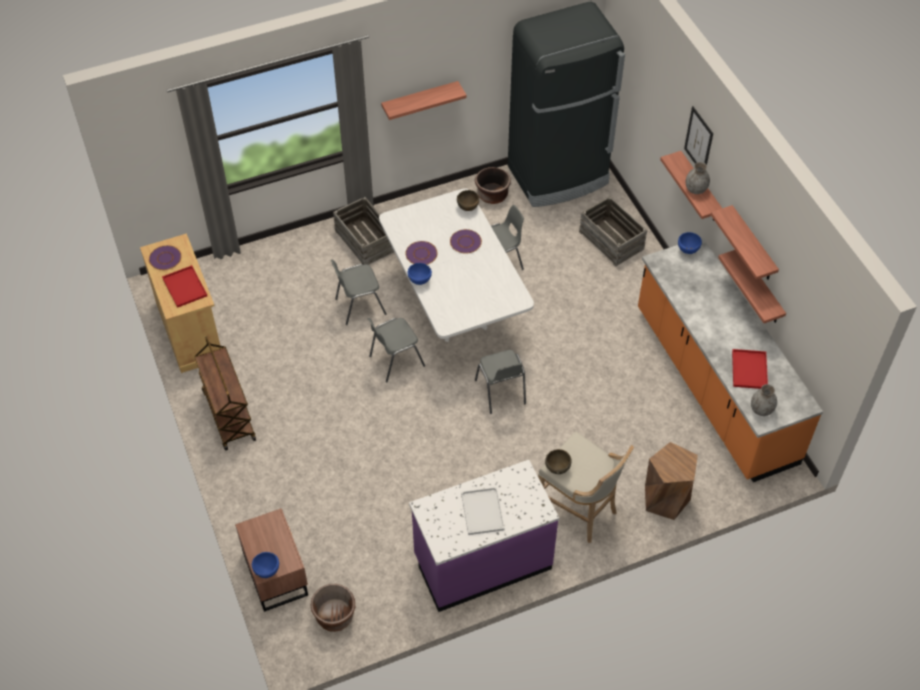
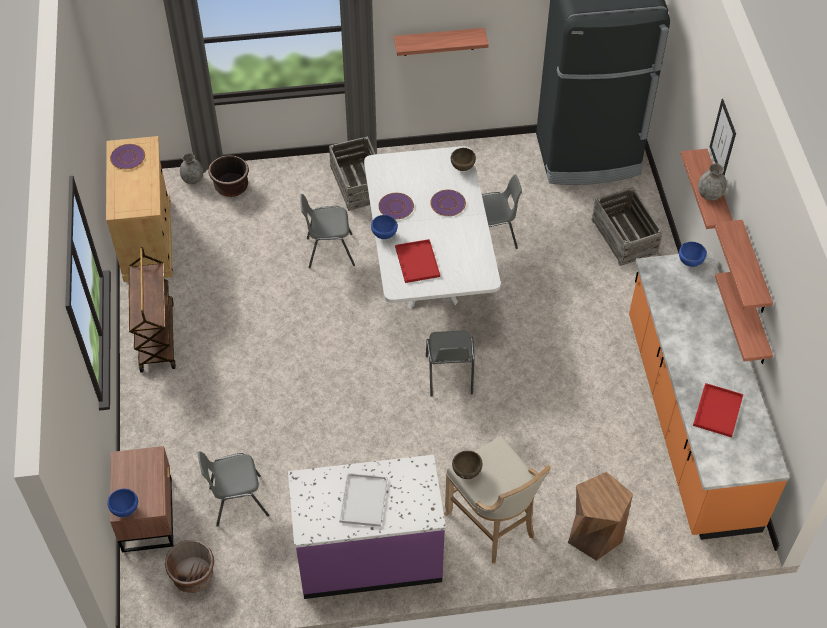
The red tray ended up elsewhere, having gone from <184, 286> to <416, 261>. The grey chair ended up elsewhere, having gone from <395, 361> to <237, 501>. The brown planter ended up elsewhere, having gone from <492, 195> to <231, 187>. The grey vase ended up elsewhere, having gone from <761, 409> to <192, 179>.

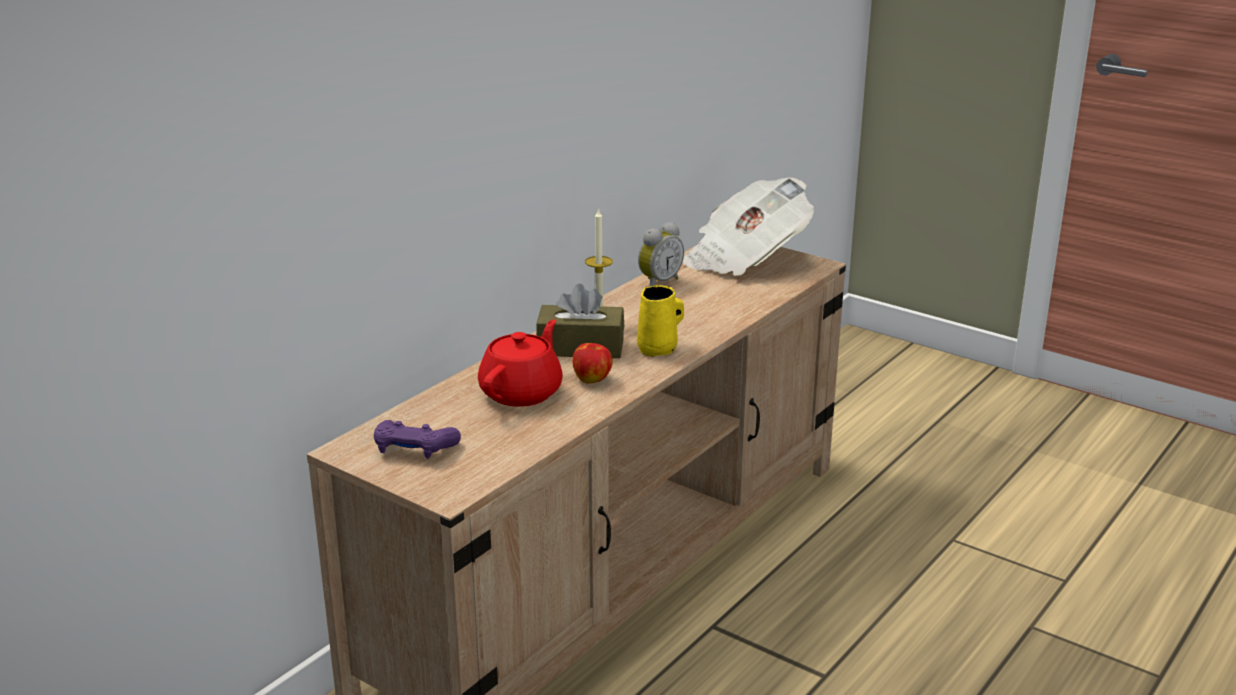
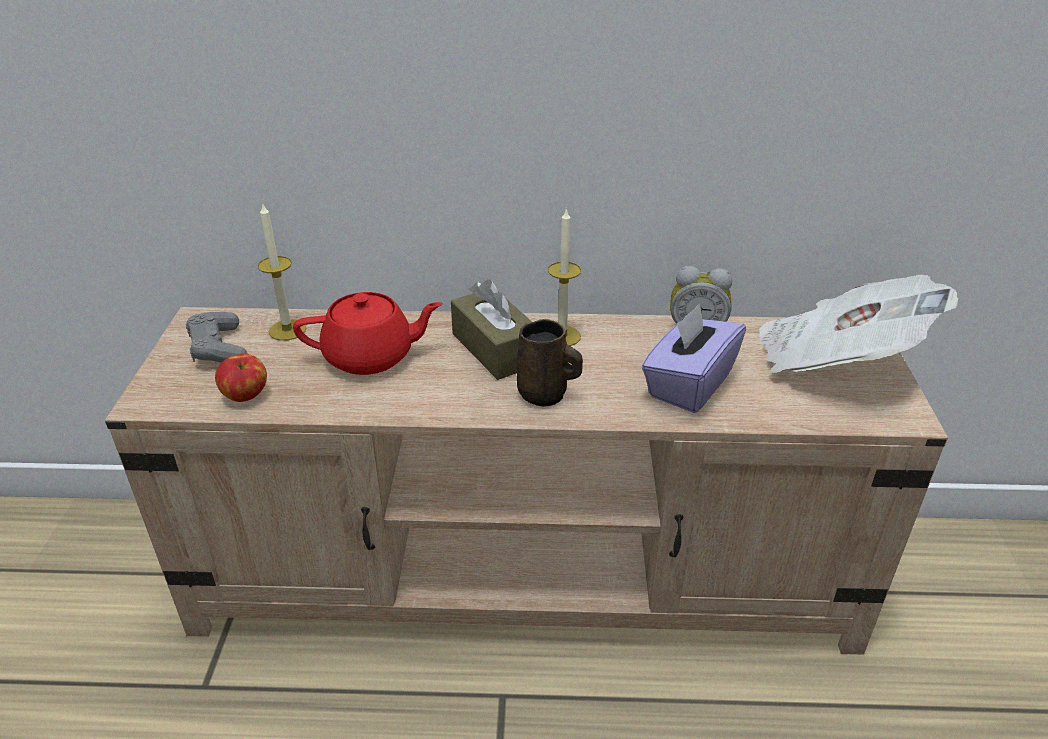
The second view gained the candle at <287, 330>. The second view gained the purple tissue box at <688, 384>. The apple ended up elsewhere, having gone from <592, 379> to <246, 396>. What was the purple game controller at <414, 449> turned into the grey game controller at <219, 349>. What was the yellow mug at <659, 349> turned into the brown mug at <545, 395>.

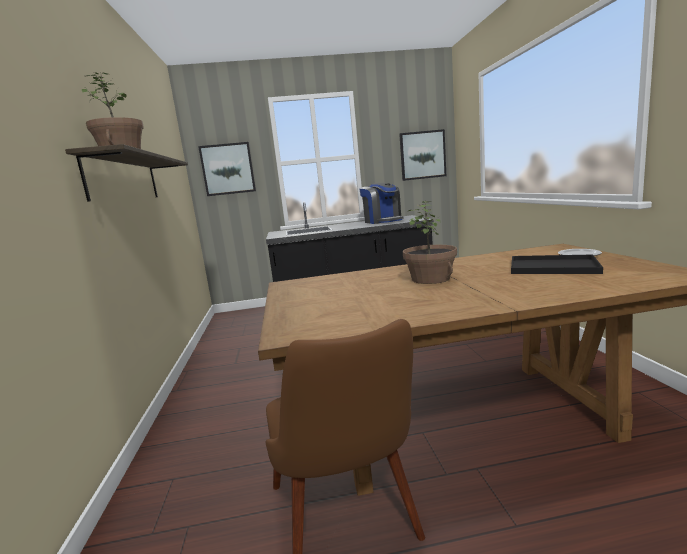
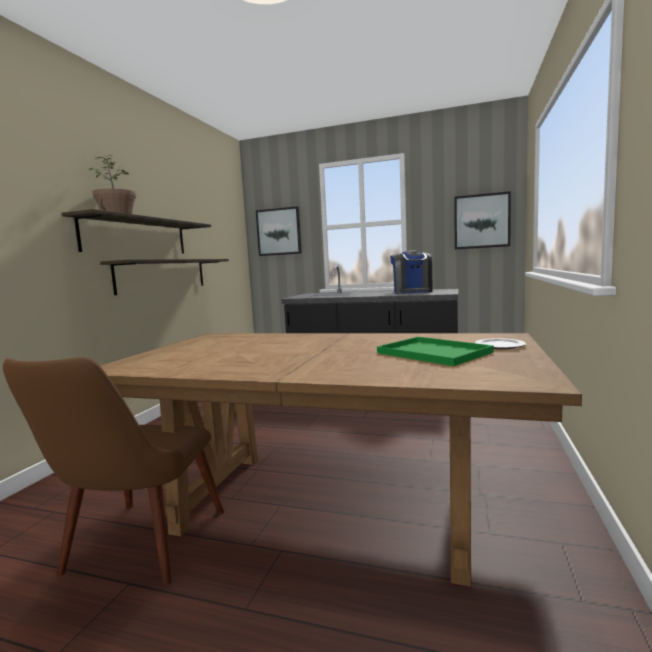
The second view lost the potted plant at <431, 279>. The second view gained the shelf at <163, 275>. What was the black tray at <551, 267> turned into the green tray at <431, 352>.

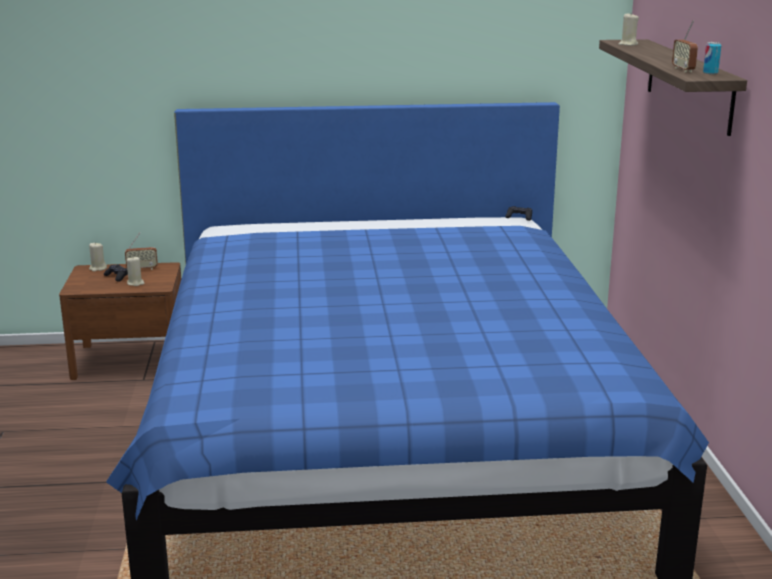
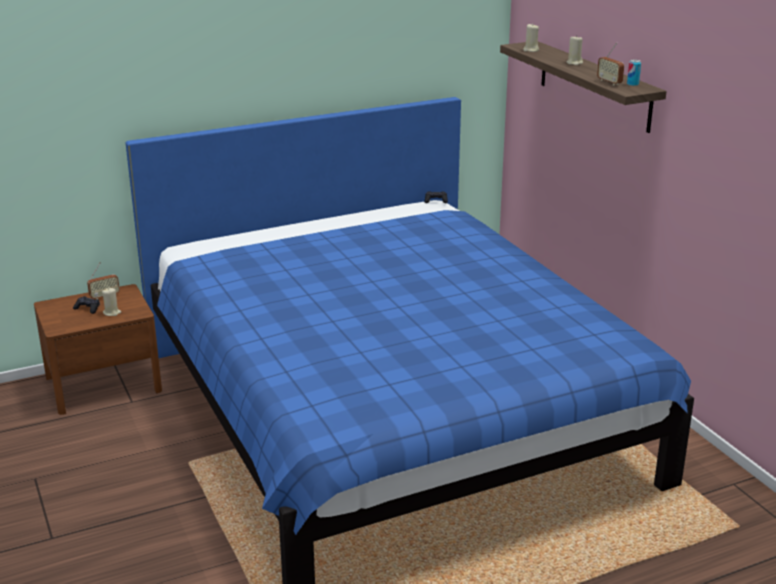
The beige candle ended up elsewhere, having gone from <98, 268> to <574, 63>.

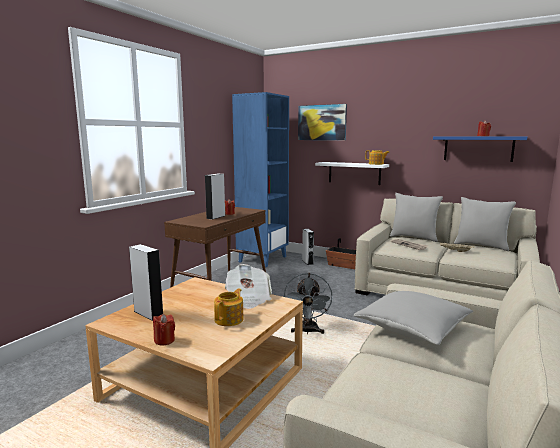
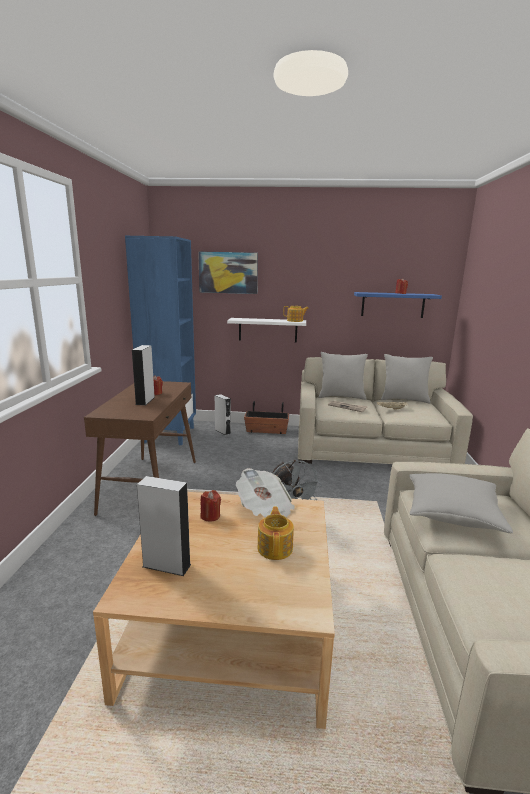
The red candle ended up elsewhere, having gone from <164, 340> to <210, 516>.

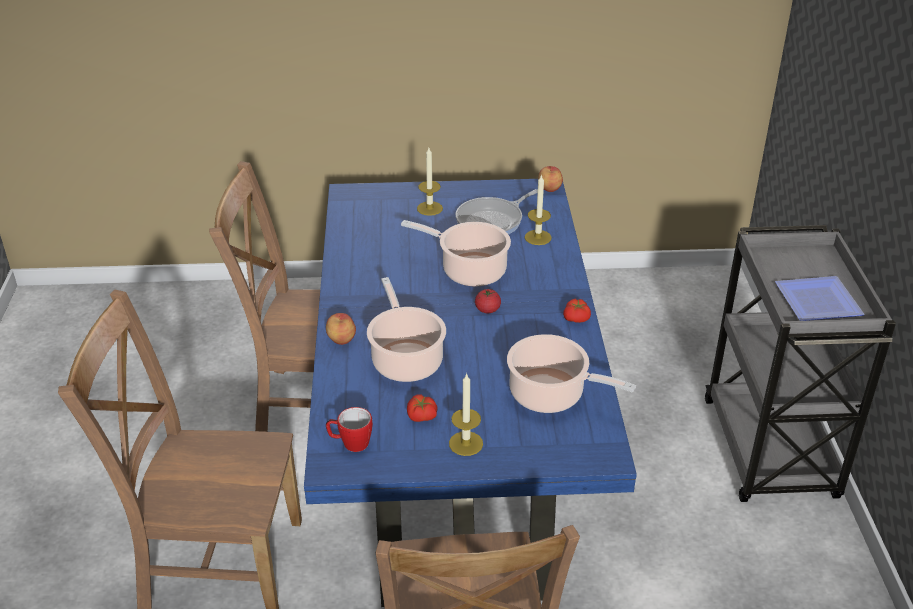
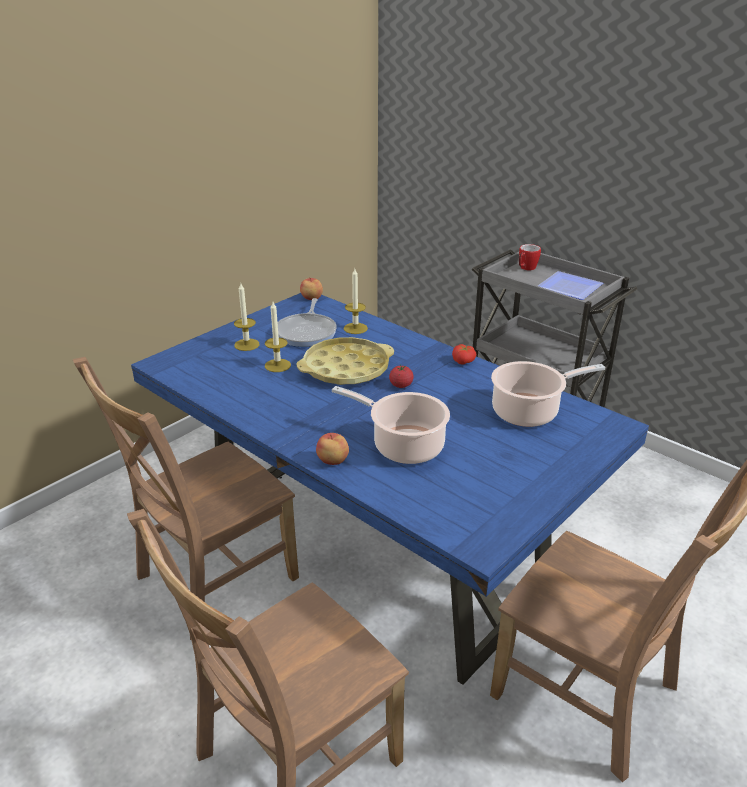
The second view lost the tomato at <421, 416>. The mug ended up elsewhere, having gone from <350, 443> to <526, 268>. The candle ended up elsewhere, having gone from <466, 443> to <277, 365>. Where the cooking pot stood at <469, 270>, the yellow tray came to stand at <346, 368>.

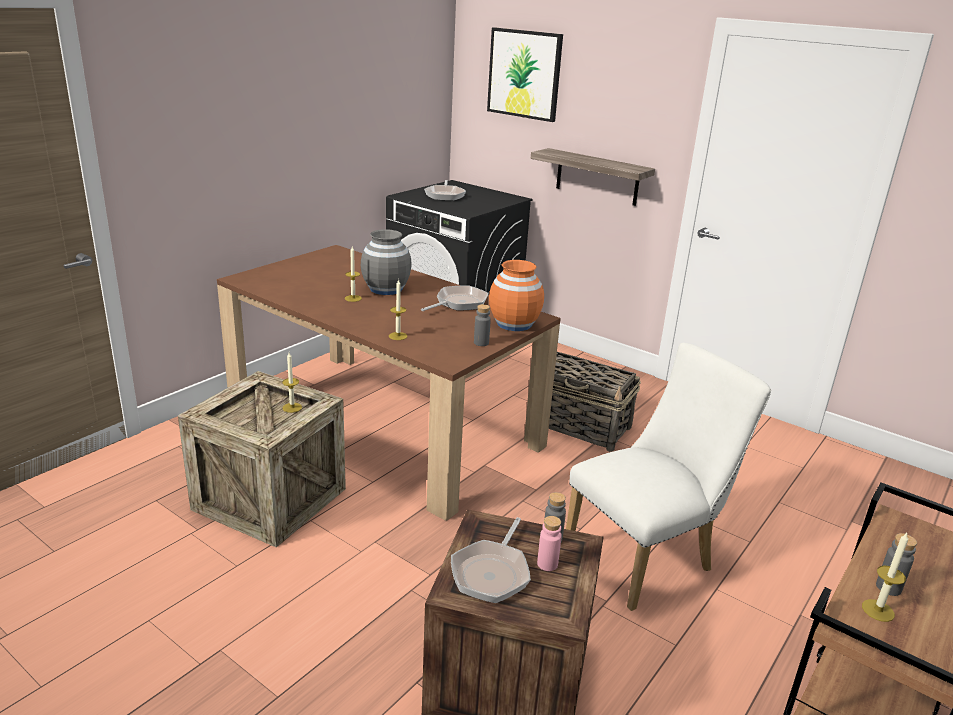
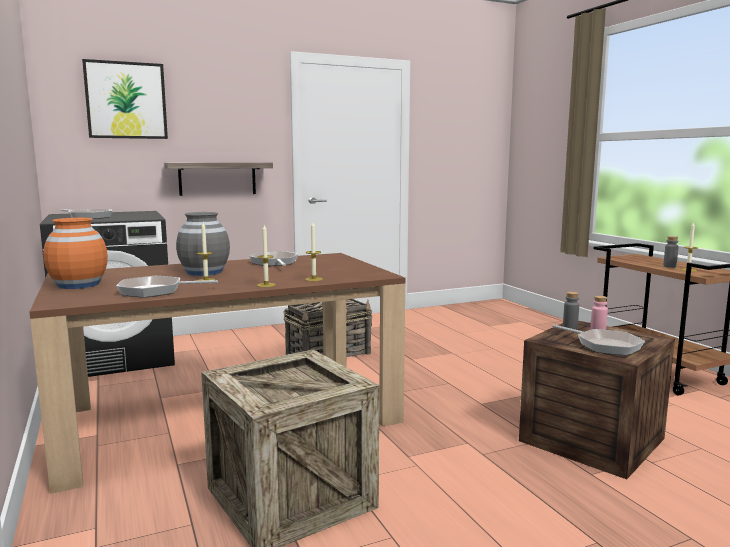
The second view lost the grey bottle at <481, 343>. The second view lost the white chair at <646, 557>. The second view gained the frying pan at <155, 291>. The candle ended up elsewhere, having gone from <292, 407> to <266, 285>. The orange vase ended up elsewhere, having gone from <514, 324> to <79, 285>.

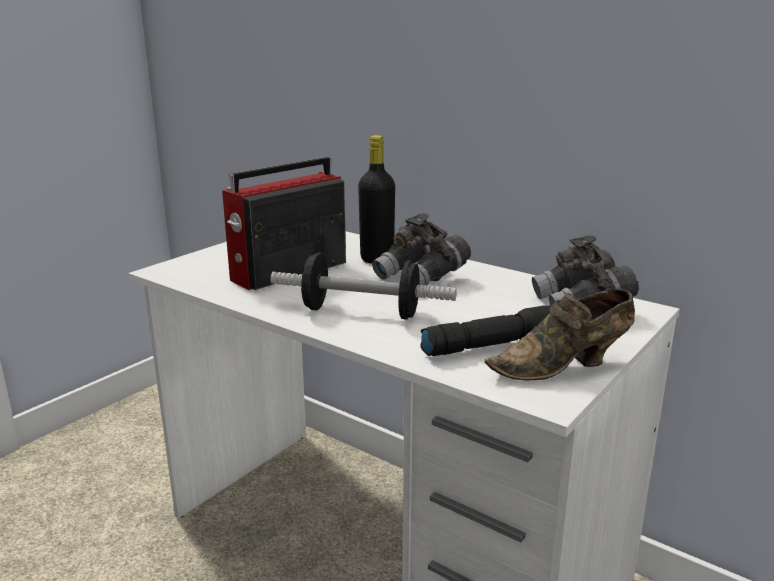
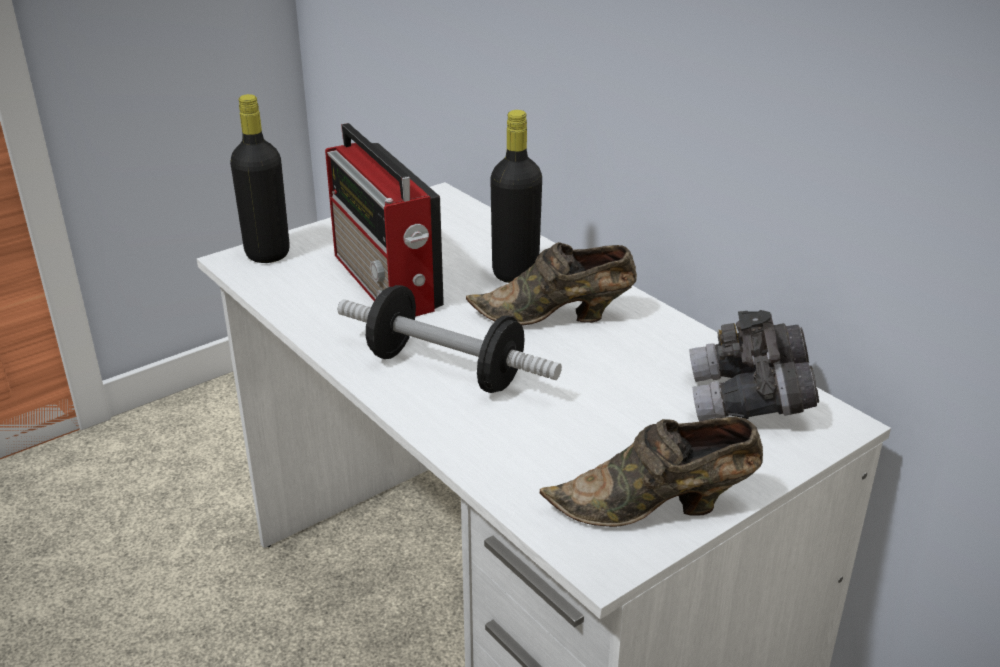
The second view lost the black flashlight at <495, 345>. The second view gained the black bottle at <267, 253>. Where the grey binoculars stood at <421, 278>, the brown shoe came to stand at <556, 317>. The radio at <287, 272> ended up facing another way, 90 degrees counterclockwise from before.

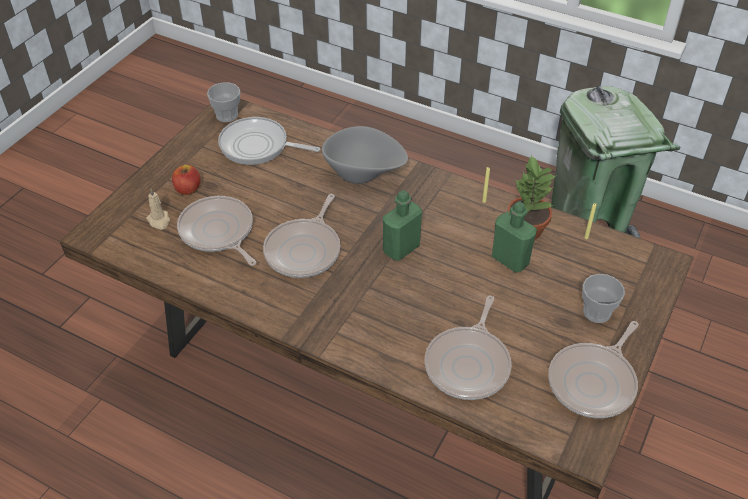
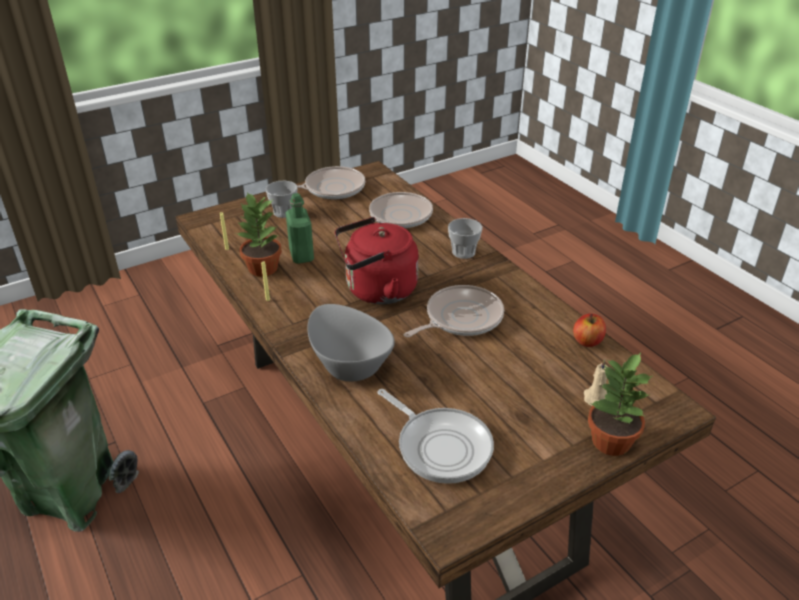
The second view lost the frying pan at <218, 232>. The second view gained the potted plant at <610, 441>. The apple ended up elsewhere, having gone from <188, 189> to <587, 341>. The cup ended up elsewhere, having gone from <227, 115> to <463, 252>. Where the green bottle stood at <401, 249>, the red kettle came to stand at <377, 290>.

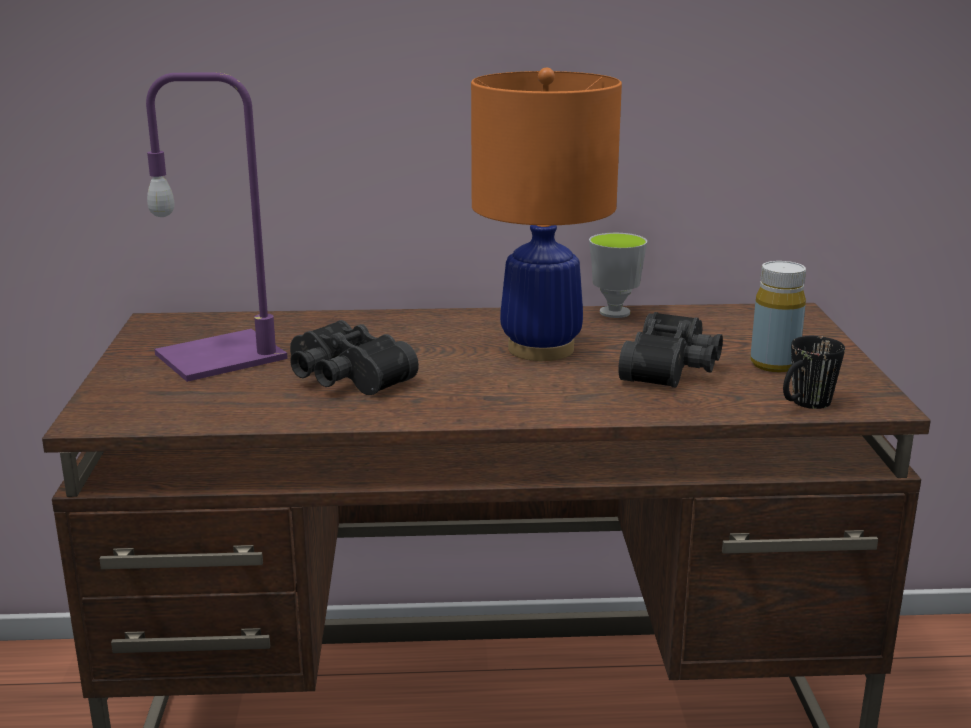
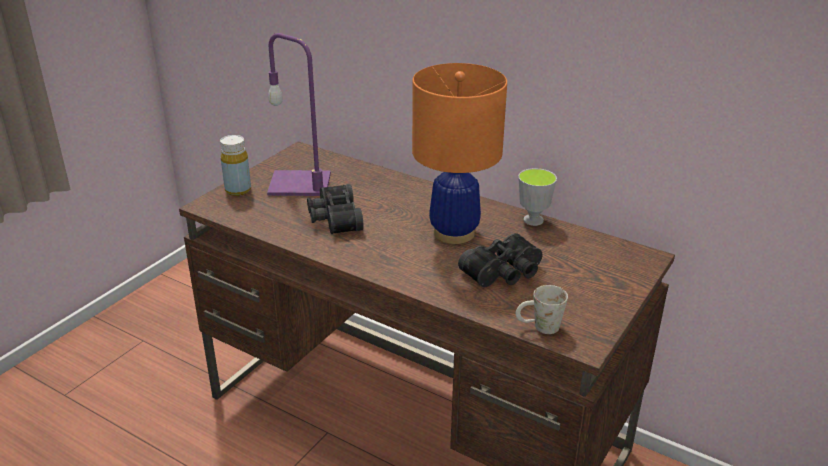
The yellow bottle ended up elsewhere, having gone from <774, 364> to <238, 190>. What was the black mug at <804, 405> turned into the white mug at <538, 327>.

